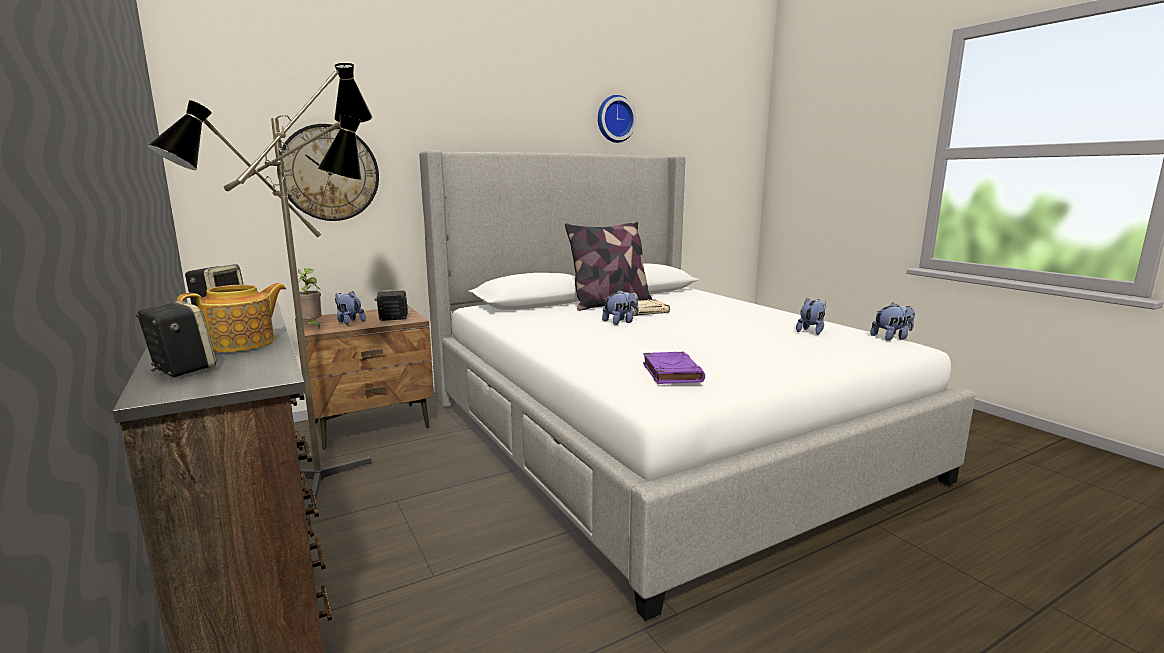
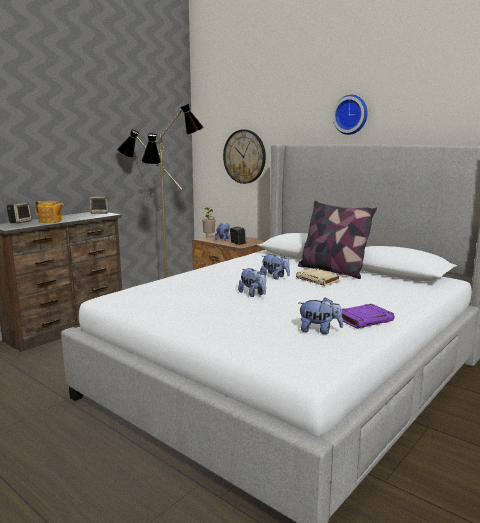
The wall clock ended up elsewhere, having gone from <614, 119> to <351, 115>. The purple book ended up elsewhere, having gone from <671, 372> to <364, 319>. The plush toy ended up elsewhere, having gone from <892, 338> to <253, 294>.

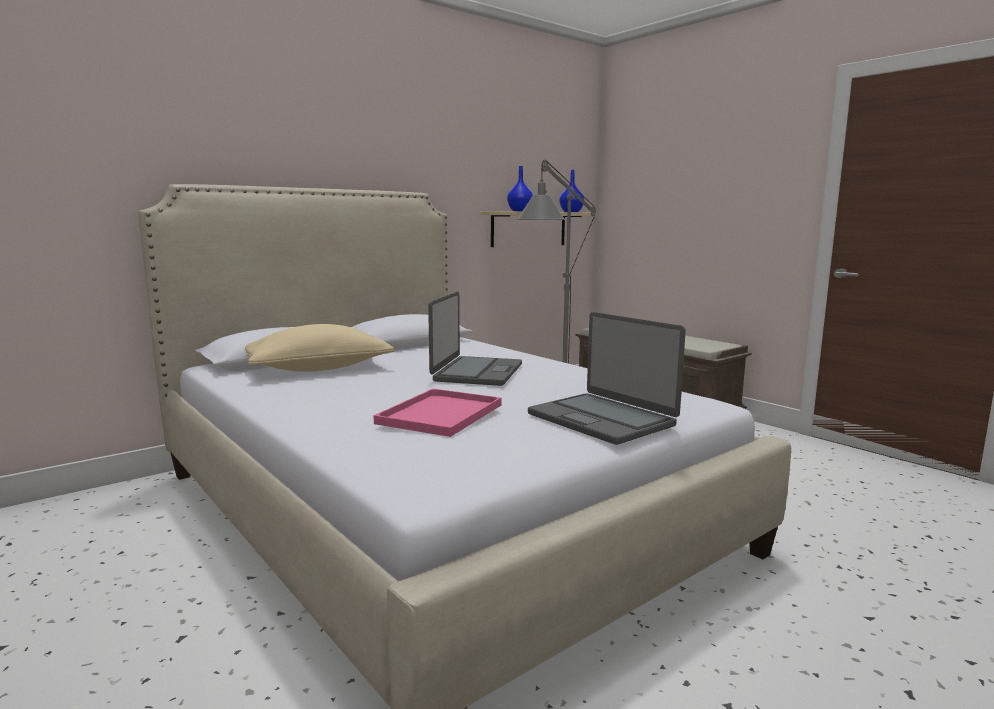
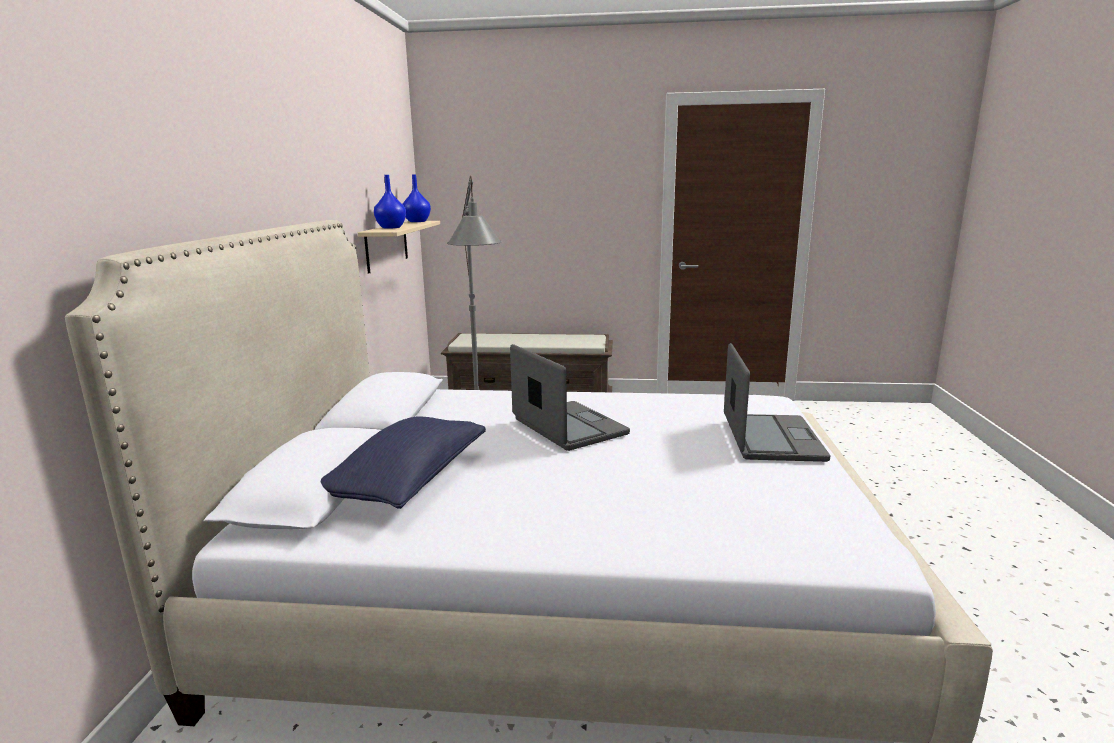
The second view lost the pink tray at <440, 415>. What was the beige pillow at <318, 369> turned into the blue pillow at <407, 481>. The laptop at <602, 419> ended up facing another way, 90 degrees counterclockwise from before.

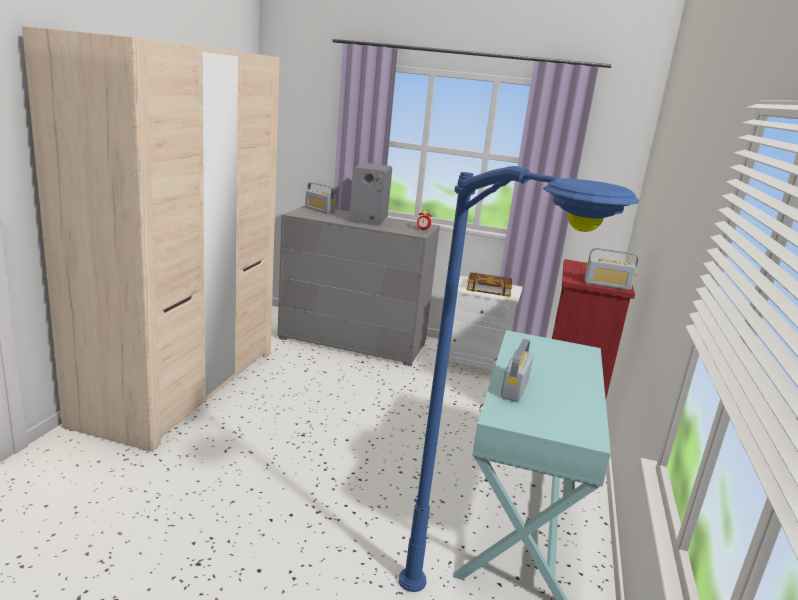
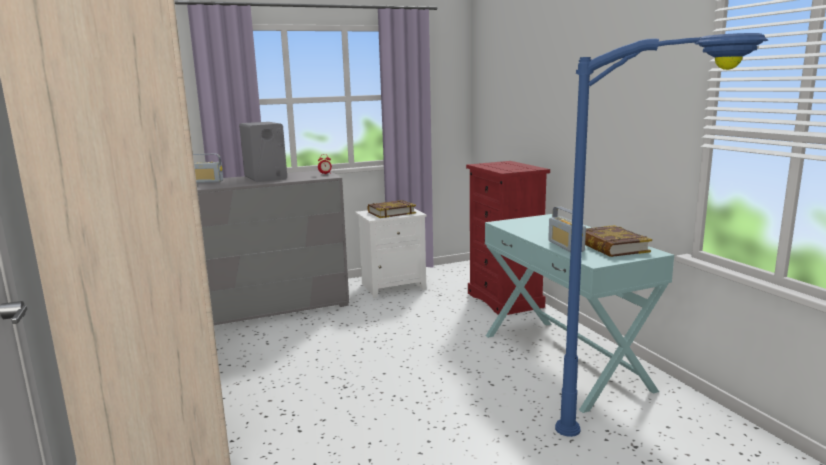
The second view lost the radio at <607, 285>. The second view gained the book at <610, 246>.

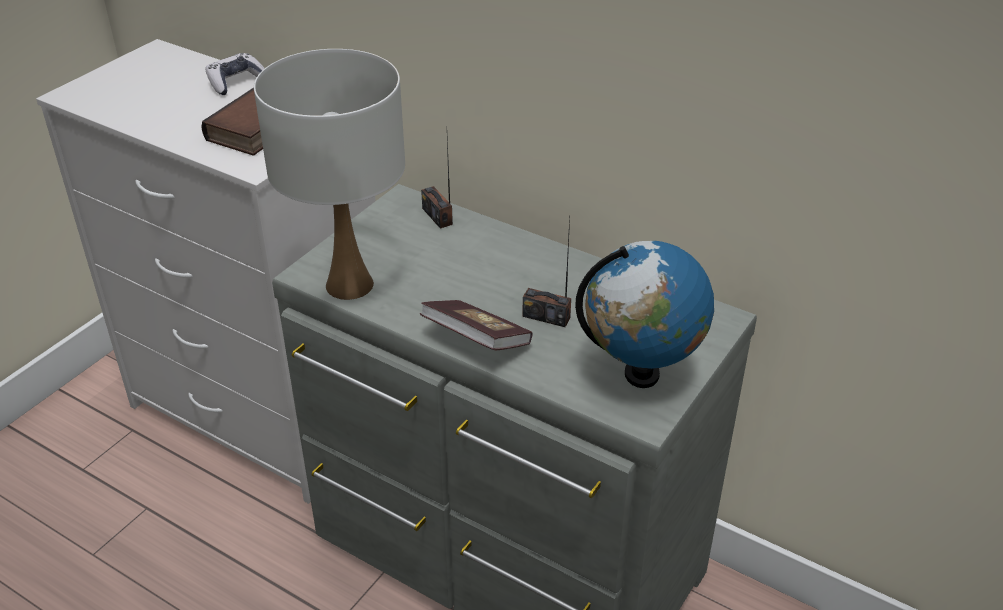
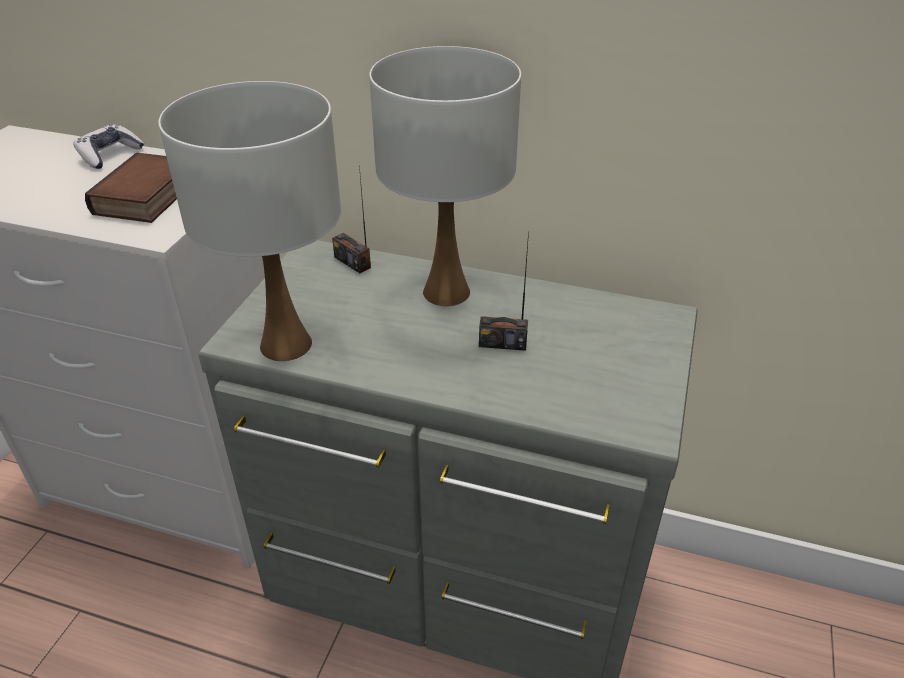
The second view lost the book at <476, 341>. The second view lost the globe at <641, 375>. The second view gained the white table lamp at <447, 292>.

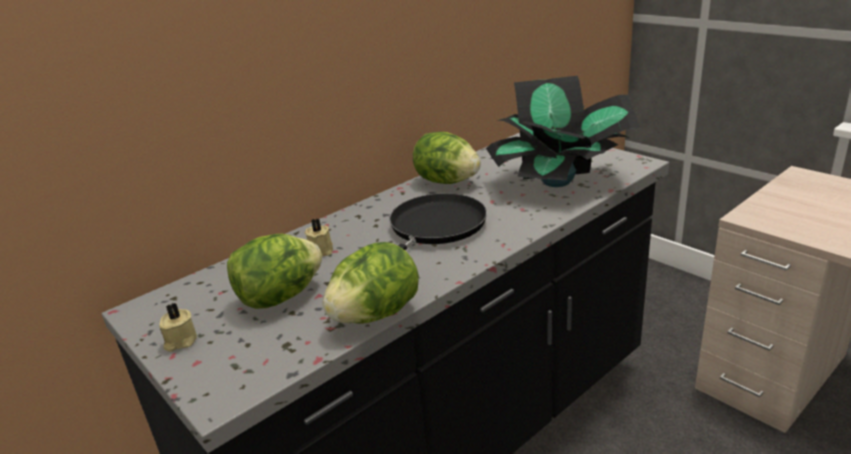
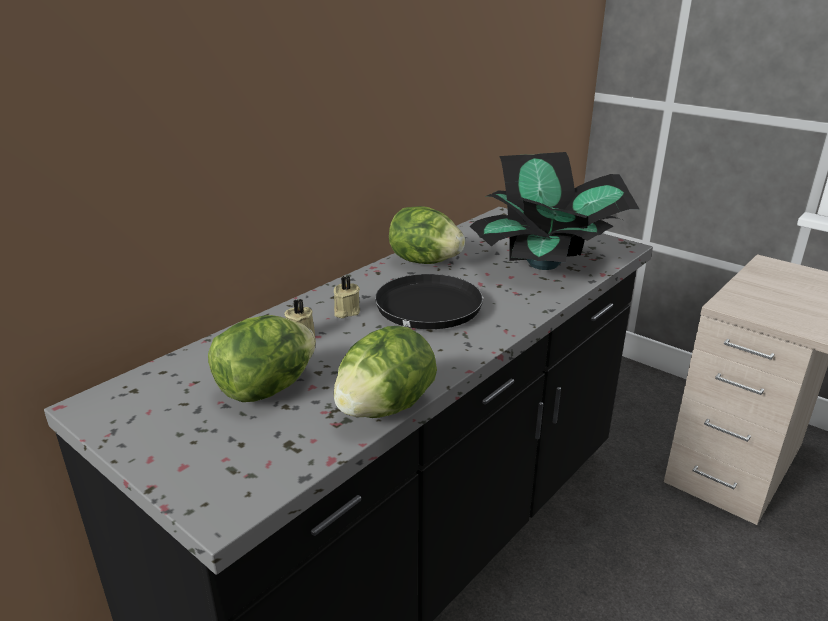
The beige candle ended up elsewhere, having gone from <180, 341> to <345, 311>.

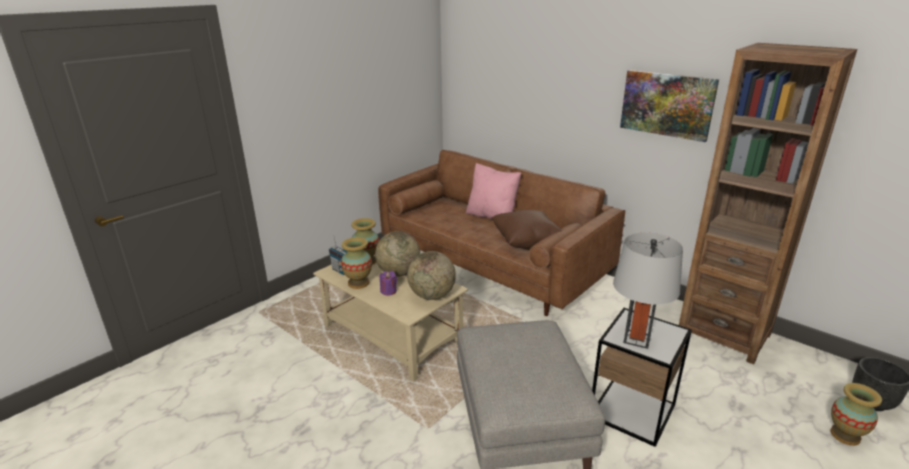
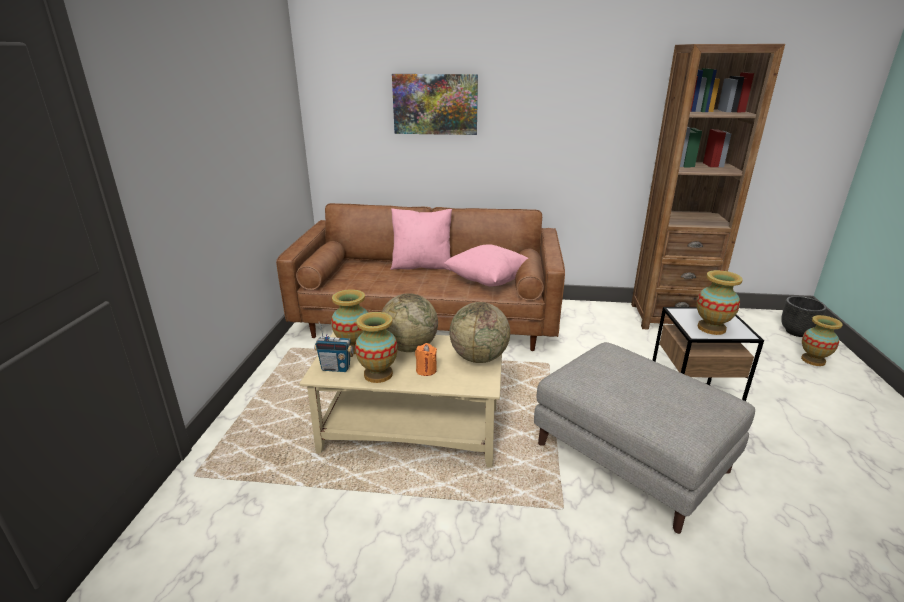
The picture ended up elsewhere, having gone from <667, 104> to <435, 104>. Where the grey table lamp stood at <637, 339>, the vase came to stand at <711, 328>. What was the purple candle at <388, 291> turned into the orange candle at <426, 370>. What was the brown pillow at <526, 243> turned into the pink pillow at <488, 281>.

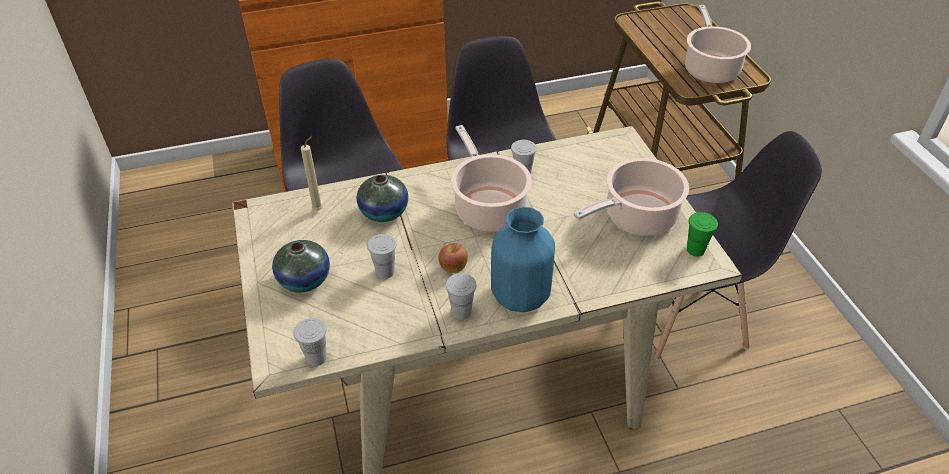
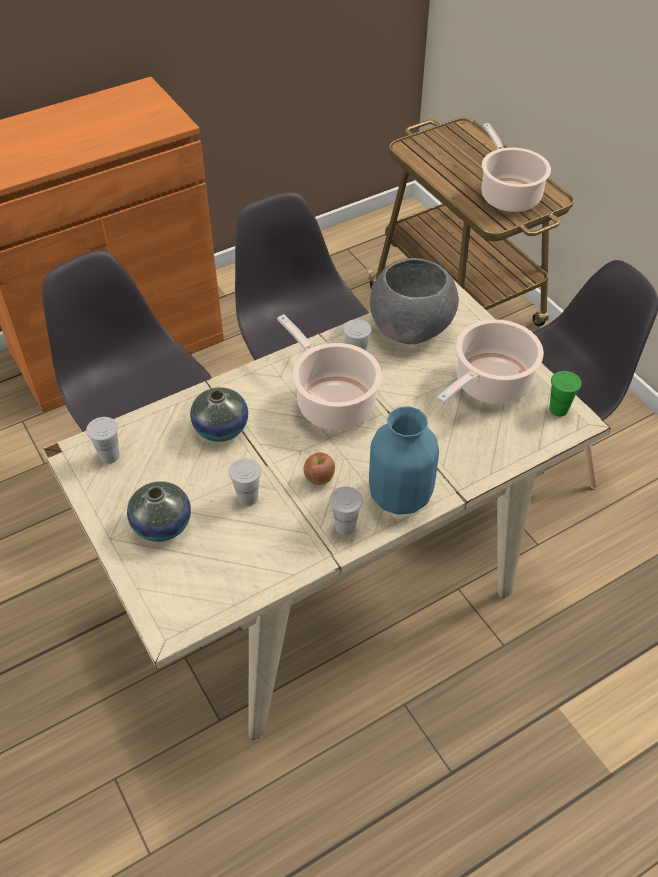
The second view lost the beige candle at <319, 209>. The second view gained the grey bowl at <412, 326>. The white cup ended up elsewhere, having gone from <316, 358> to <109, 456>.

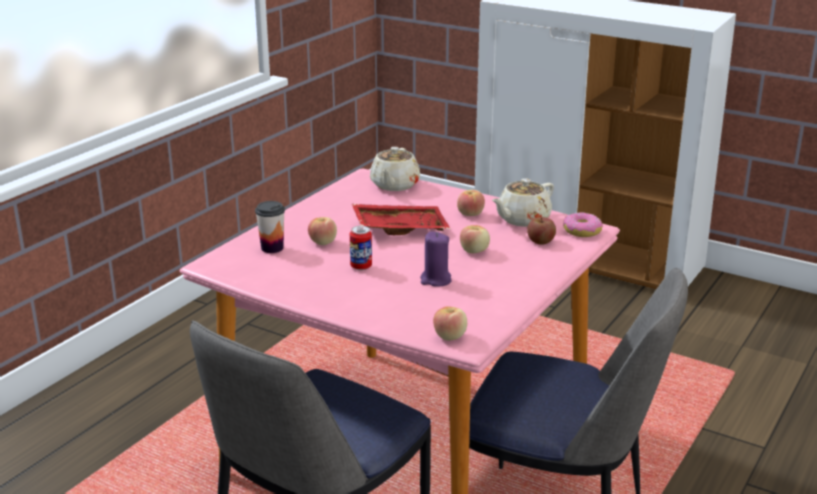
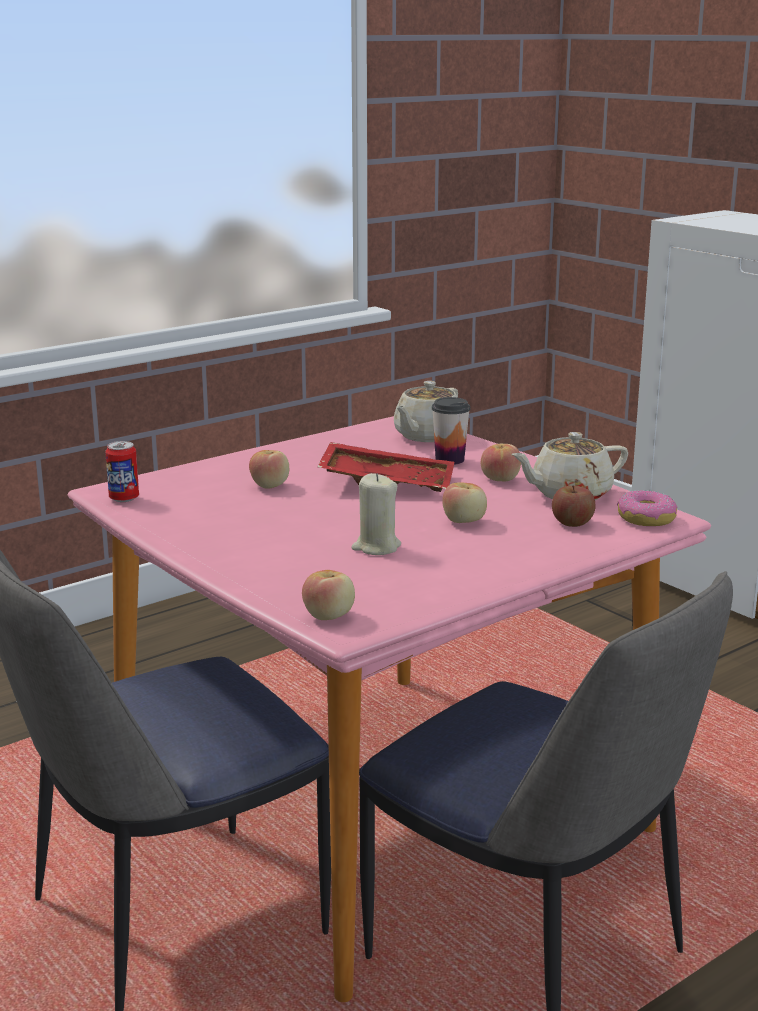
The cup ended up elsewhere, having gone from <272, 248> to <449, 460>. The can ended up elsewhere, having gone from <361, 266> to <124, 498>. What was the purple candle at <435, 280> turned into the beige candle at <376, 547>.

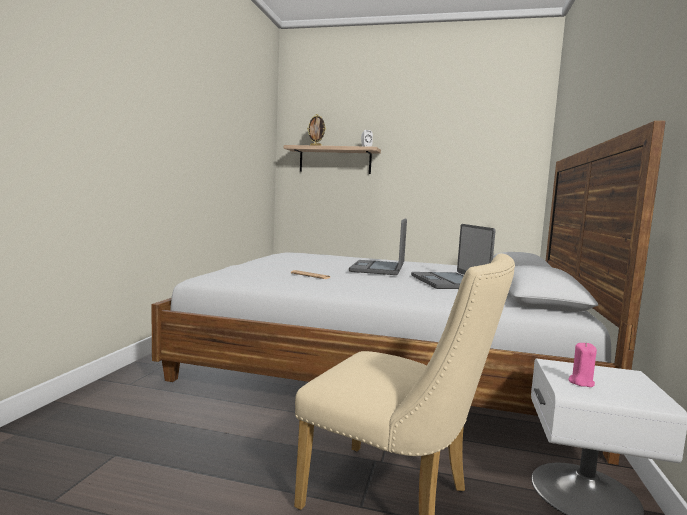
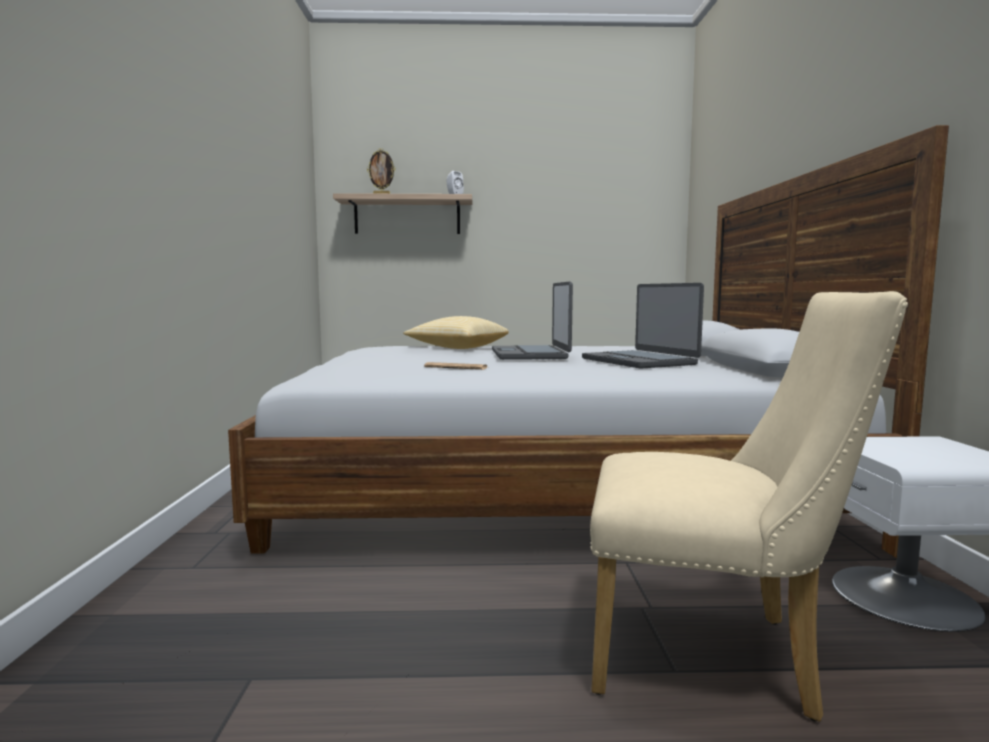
The second view lost the pink candle at <581, 382>. The second view gained the pillow at <457, 348>.

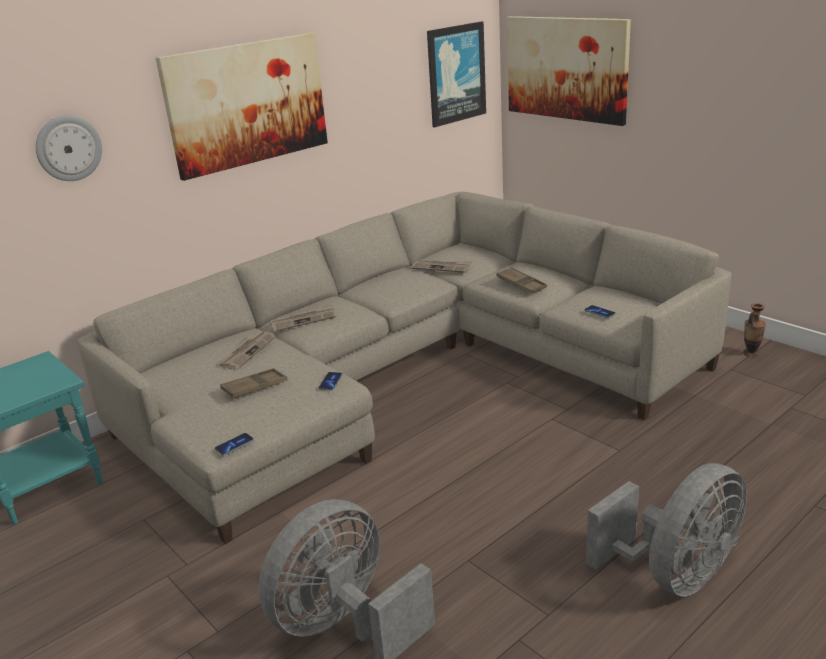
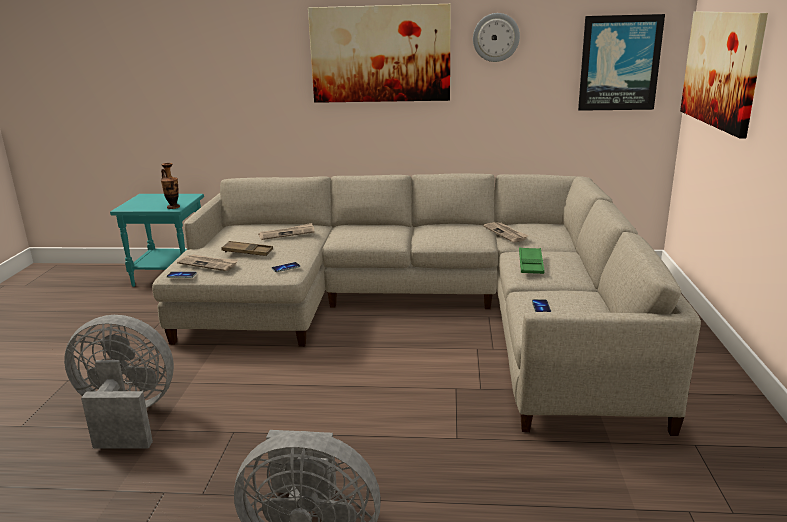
The wall clock ended up elsewhere, having gone from <68, 148> to <496, 37>. The newspaper ended up elsewhere, having gone from <303, 320> to <208, 264>. The vase ended up elsewhere, having gone from <751, 354> to <173, 207>. What was the brown tray at <521, 284> turned into the green tray at <531, 264>.

